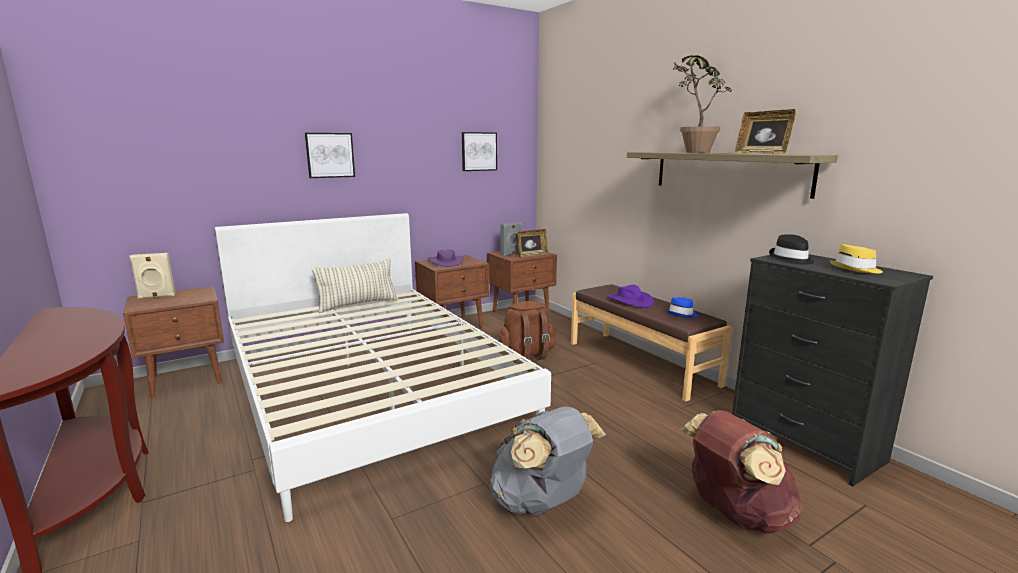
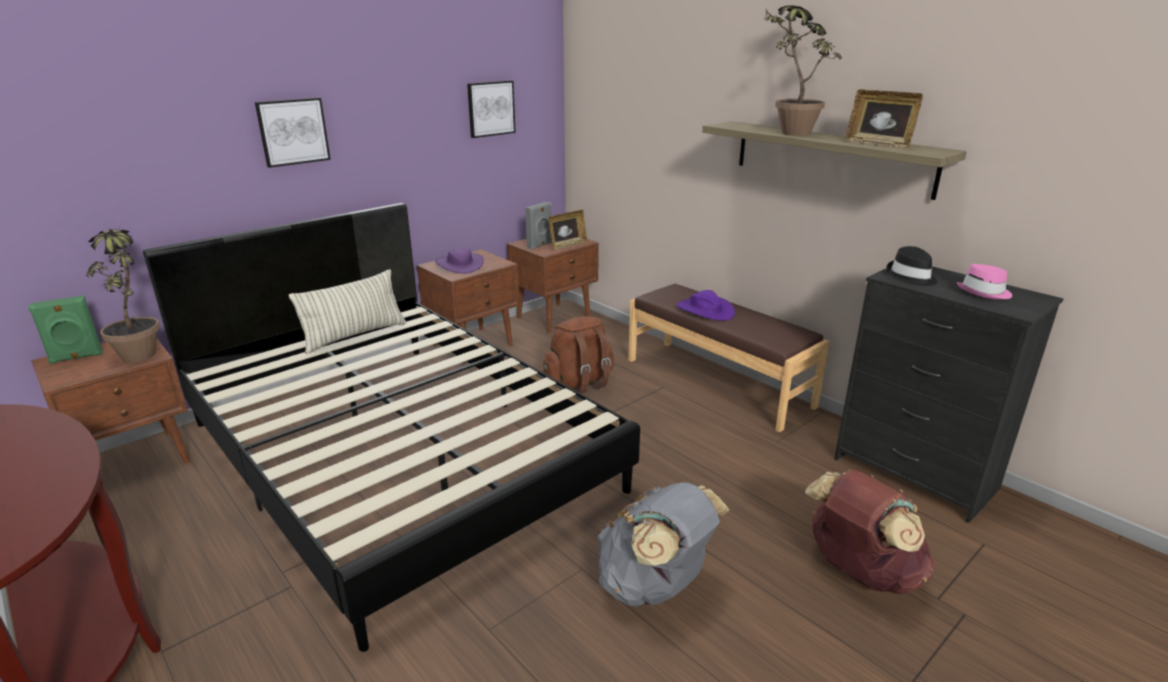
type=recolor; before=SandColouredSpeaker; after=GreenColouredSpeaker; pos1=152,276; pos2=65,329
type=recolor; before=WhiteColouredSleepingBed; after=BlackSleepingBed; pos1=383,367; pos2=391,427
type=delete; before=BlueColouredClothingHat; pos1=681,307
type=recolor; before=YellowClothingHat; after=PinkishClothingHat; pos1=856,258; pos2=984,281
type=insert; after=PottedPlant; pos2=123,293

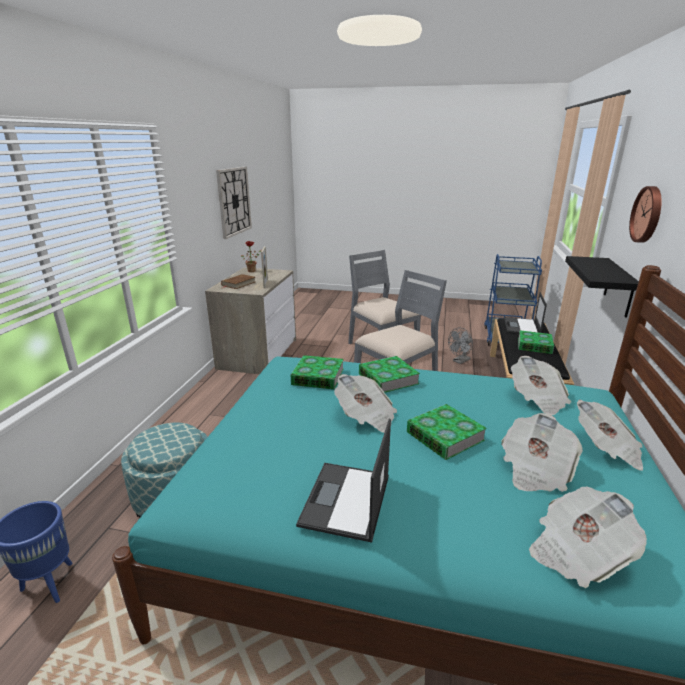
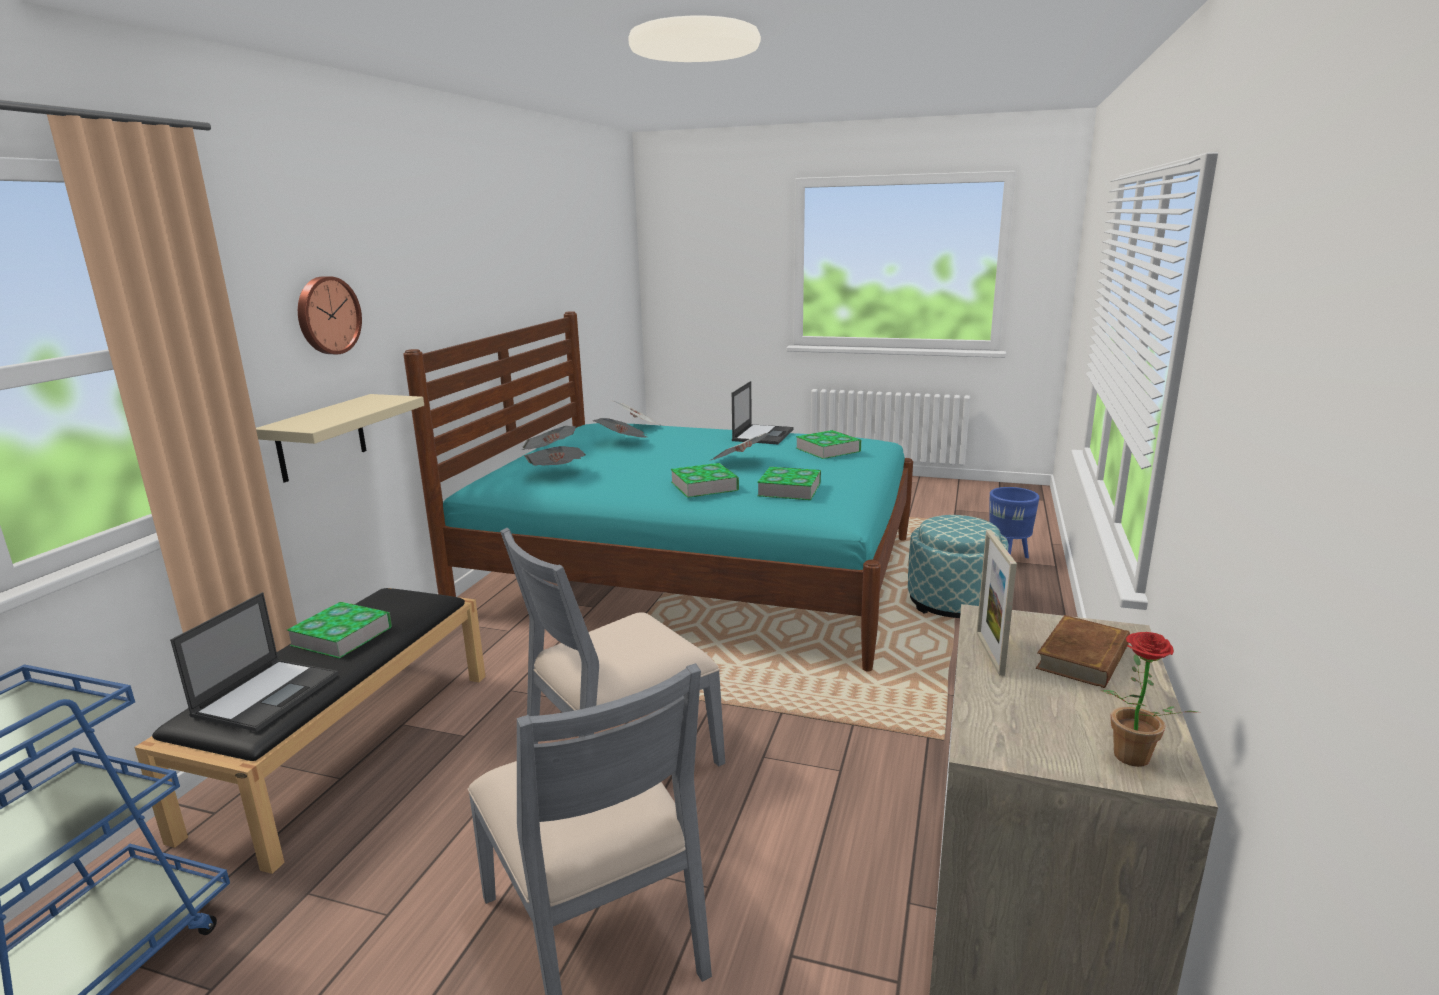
type=delete; before=ClockOnTheWall; pos1=234,203
type=move; before=BoundBook; pos1=447,432; pos2=828,444
type=delete; before=GreyishFan; pos1=460,346
type=recolor; before=BlackShelf; after=SandColouredShelf; pos1=602,287; pos2=340,438

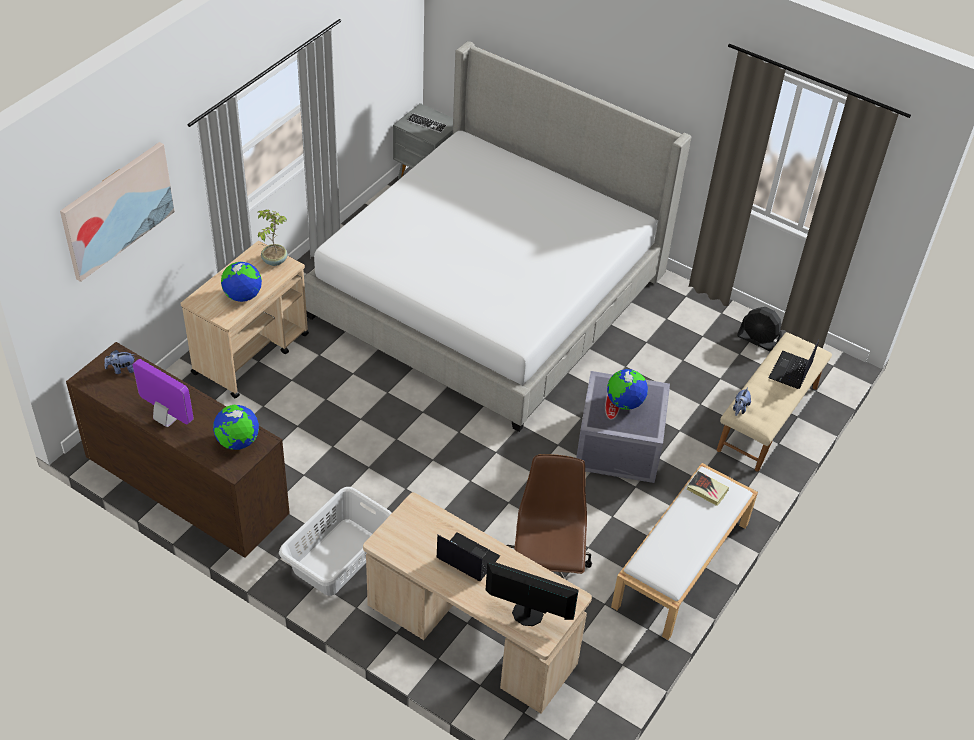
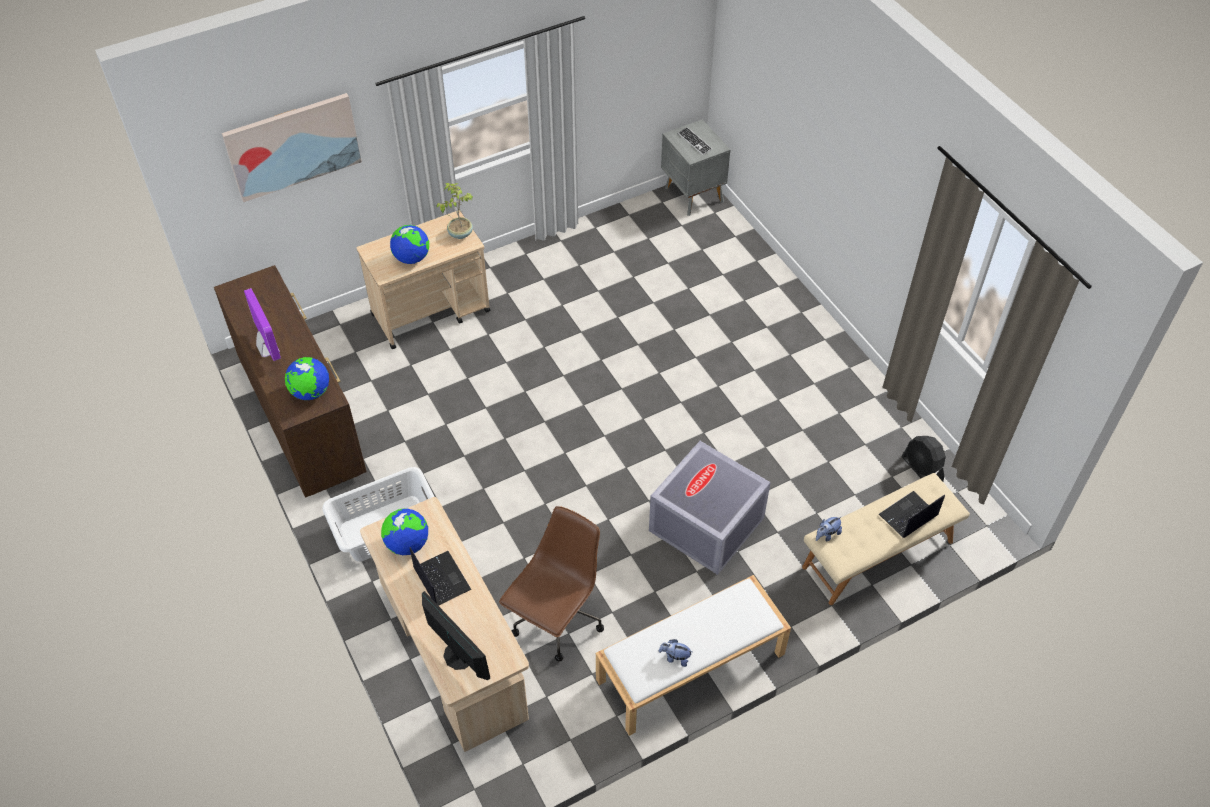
type=move; before=PlushToy; pos1=119,362; pos2=676,653
type=delete; before=SleepingBed; pos1=497,236
type=move; before=DeskGlobe; pos1=627,389; pos2=404,532
type=delete; before=BoundBook; pos1=708,488

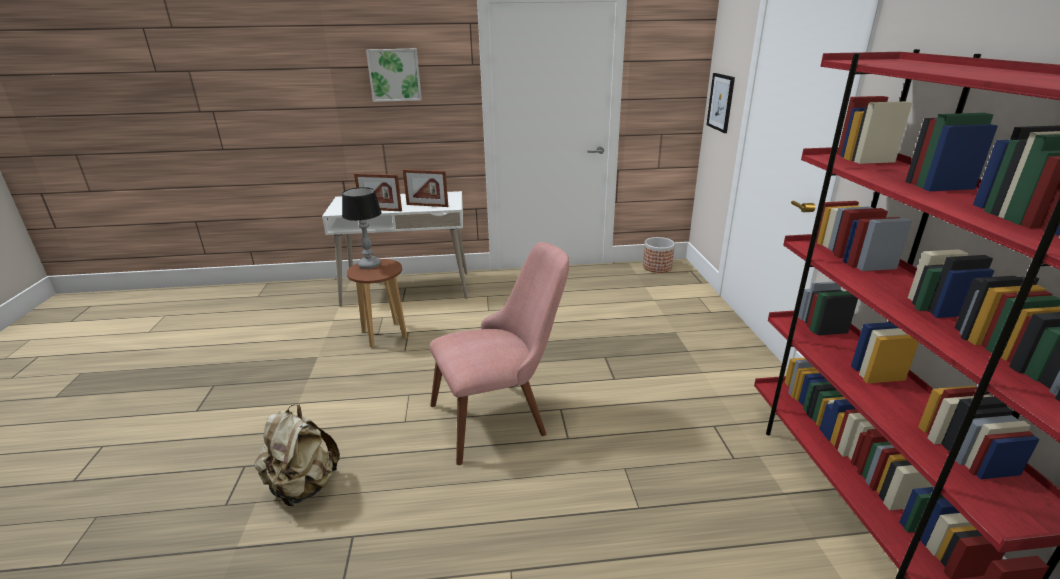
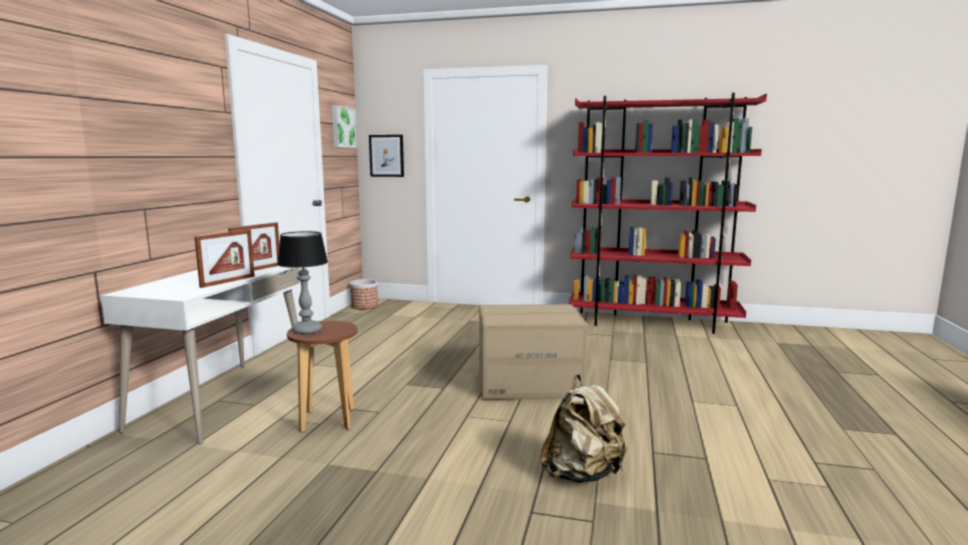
type=move; before=Picture; pos1=394,75; pos2=344,126
type=replace; before=PinkishChair; after=PackingBox; pos1=499,353; pos2=533,351

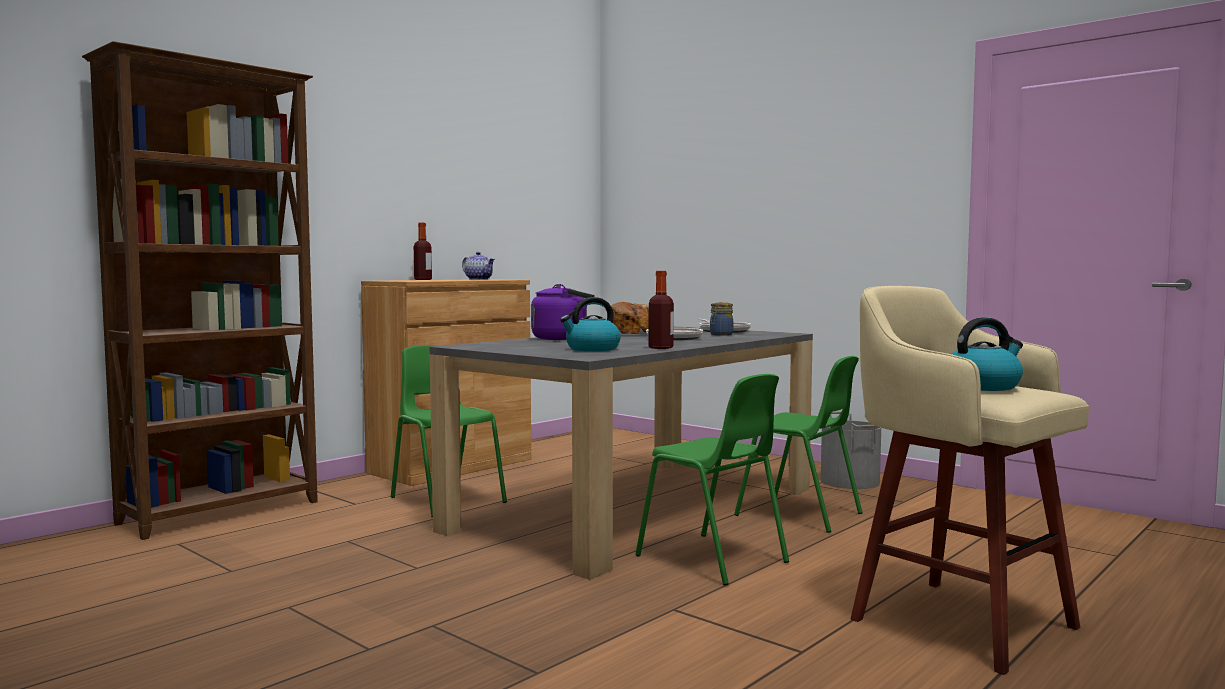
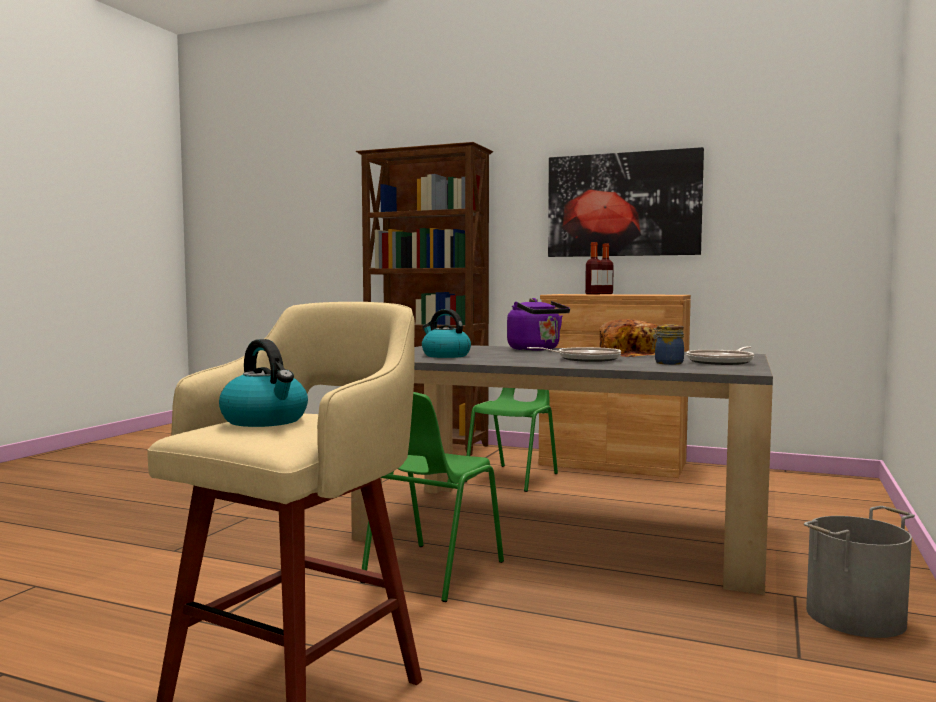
type=delete; before=Teapot; pos1=478,266
type=move; before=DrinkBottle; pos1=661,310; pos2=593,268
type=delete; before=GreenColouredChair; pos1=798,444
type=insert; after=Picture; pos2=626,202

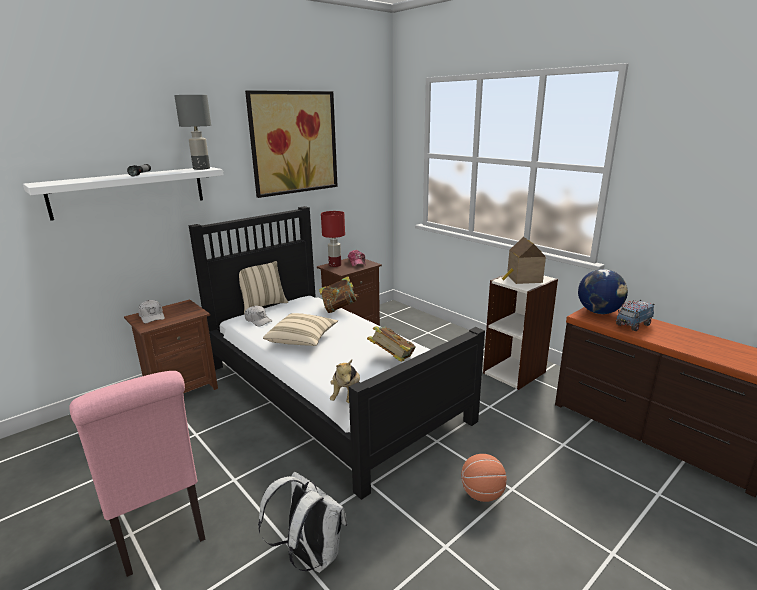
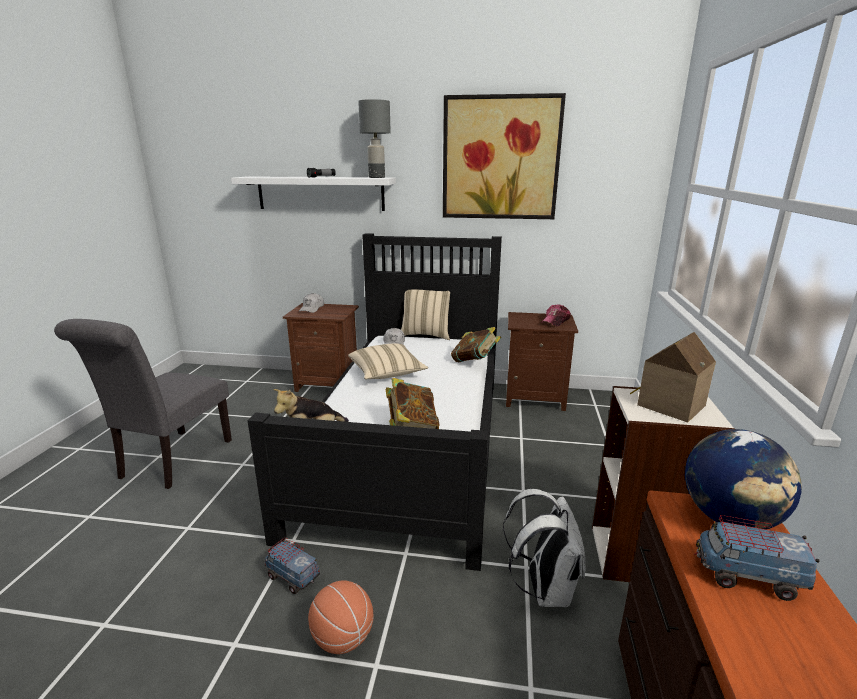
type=recolor; before=PinkishChair; after=GreyishChair; pos1=137,474; pos2=143,404
type=move; before=WhiteColouredBackpack; pos1=302,522; pos2=544,548
type=delete; before=RedTableLamp; pos1=333,239
type=insert; after=ModelTruck; pos2=292,565

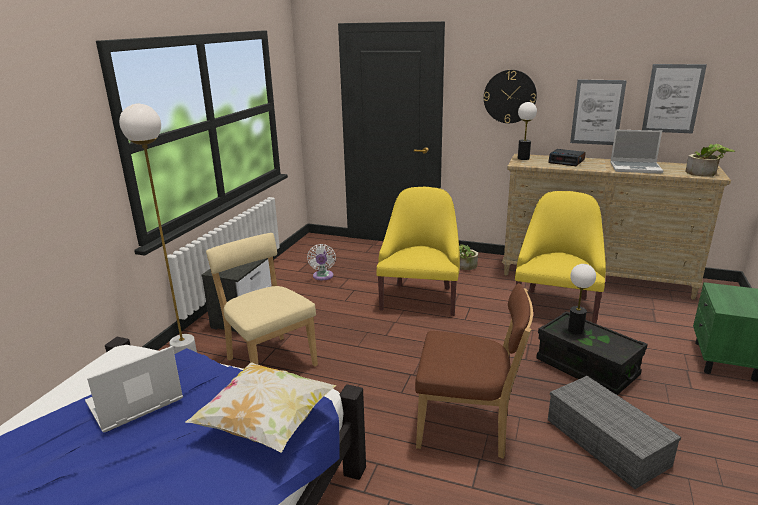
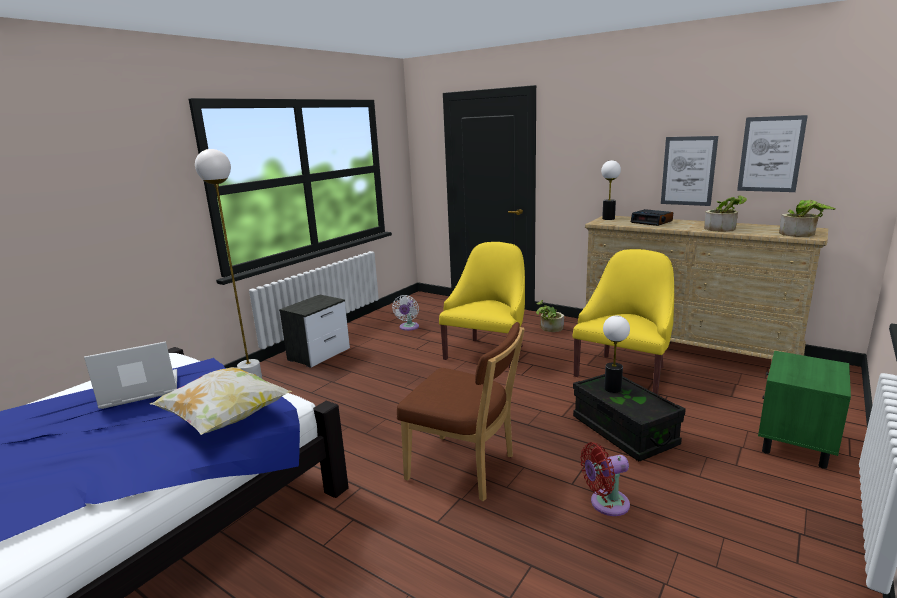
type=delete; before=SandColouredChair; pos1=262,300
type=delete; before=ClockOnTheWall; pos1=510,96
type=replace; before=GreyishStorageContainer; after=RedFan; pos1=614,432; pos2=605,479
type=replace; before=PortableComputer; after=PottedPlant; pos1=636,152; pos2=725,213

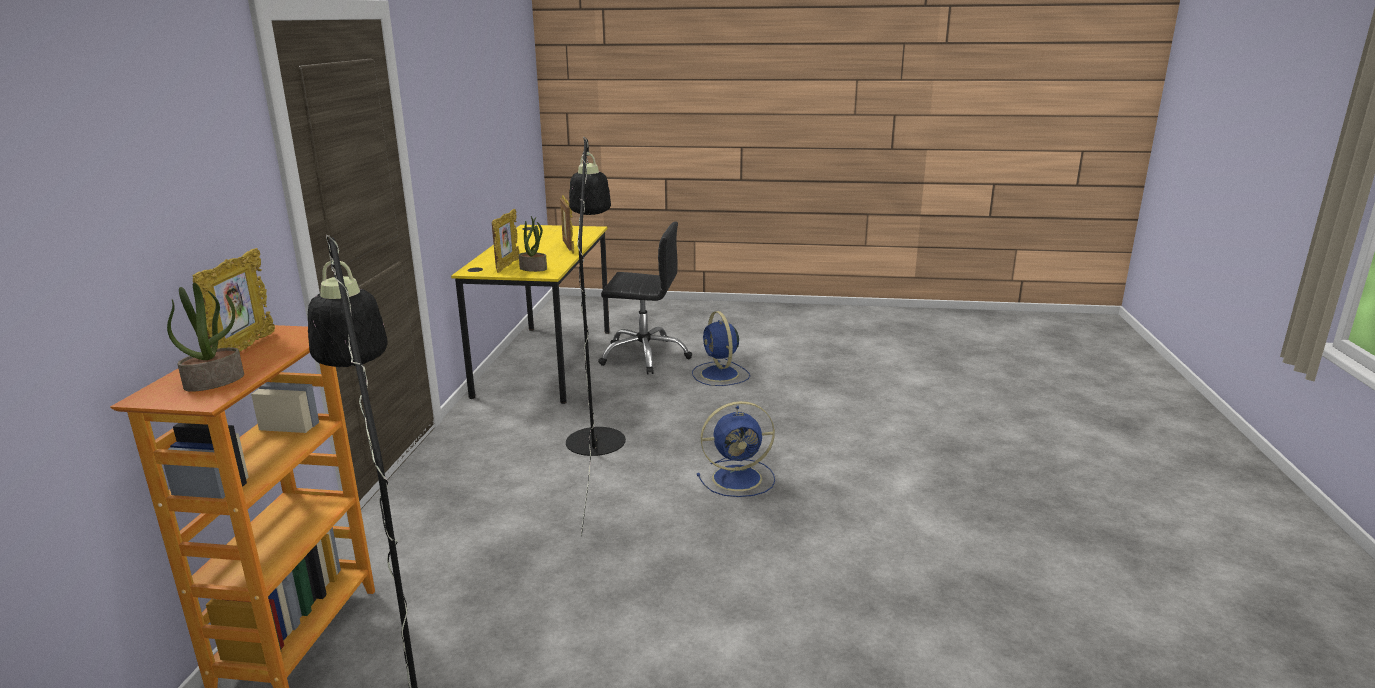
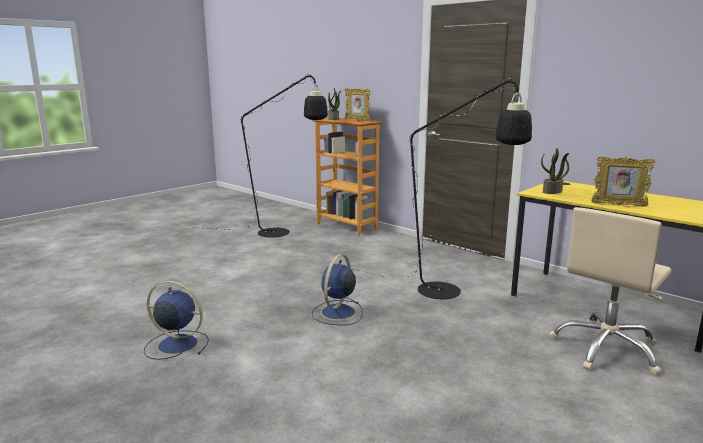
type=delete; before=PictureFrame; pos1=505,241
type=recolor; before=BlackComputerChair; after=SandColouredComputerChair; pos1=645,297; pos2=610,291
type=move; before=BlueColouredFan; pos1=721,348; pos2=176,320

